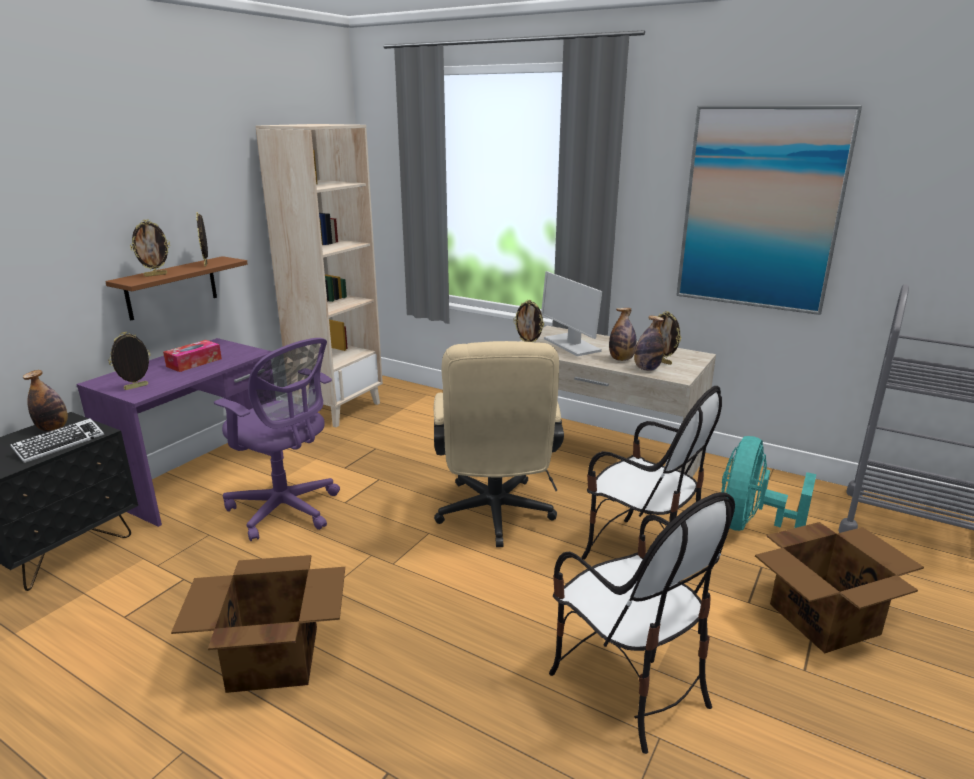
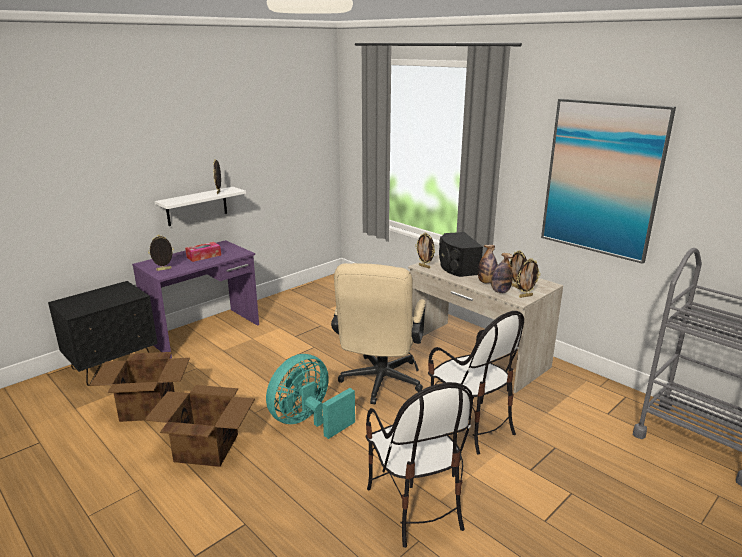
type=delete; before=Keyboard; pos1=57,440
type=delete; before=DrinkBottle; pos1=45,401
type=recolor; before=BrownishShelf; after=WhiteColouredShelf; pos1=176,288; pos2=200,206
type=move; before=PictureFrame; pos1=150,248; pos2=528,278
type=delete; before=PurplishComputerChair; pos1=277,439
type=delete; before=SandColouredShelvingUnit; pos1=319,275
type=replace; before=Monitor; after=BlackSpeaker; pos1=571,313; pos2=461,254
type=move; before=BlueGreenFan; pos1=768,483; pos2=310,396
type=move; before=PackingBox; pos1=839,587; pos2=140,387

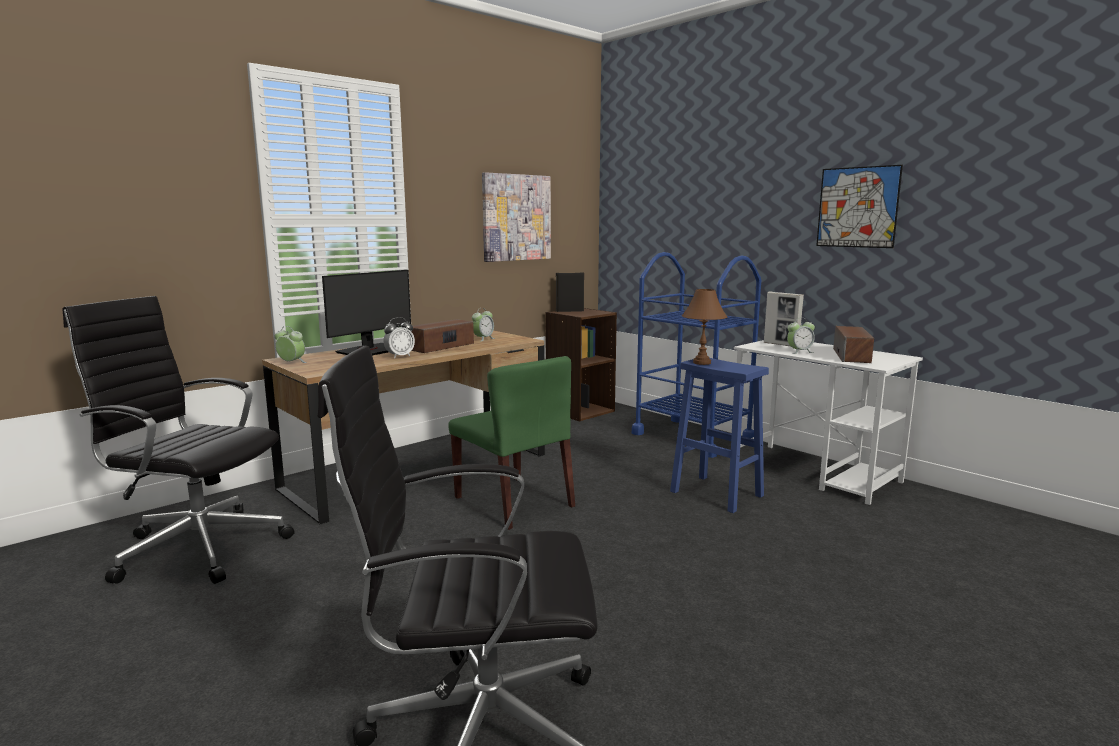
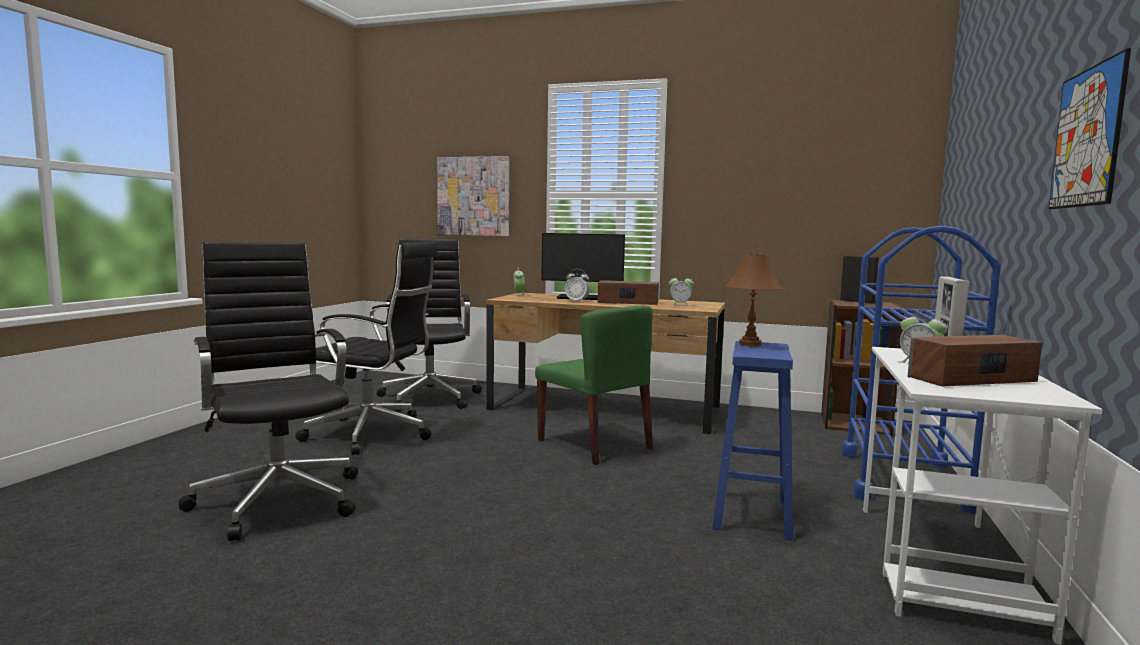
type=rotate; before=GreenColouredChair; pos1=511,443; pos2=594,385; turn=-60
type=move; before=Picture; pos1=516,217; pos2=473,196
type=insert; after=BlackComputerChair; pos2=366,348

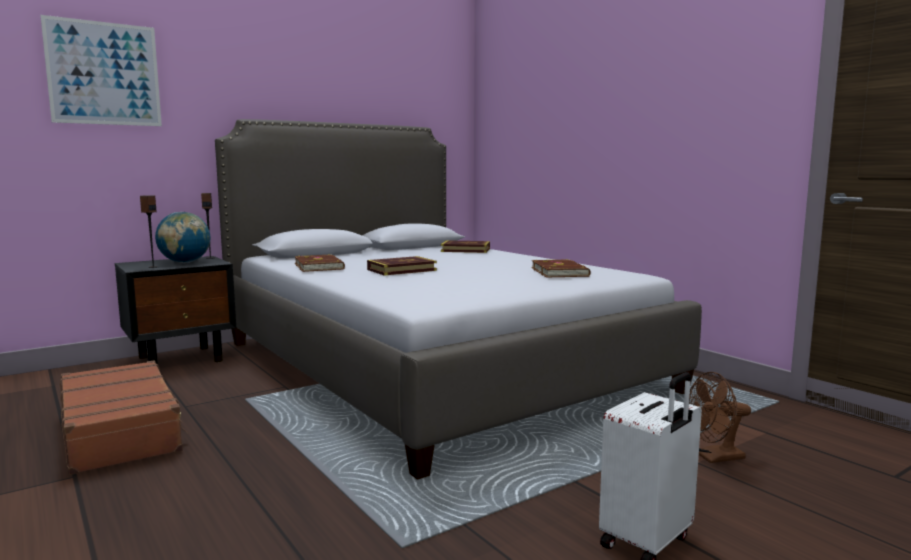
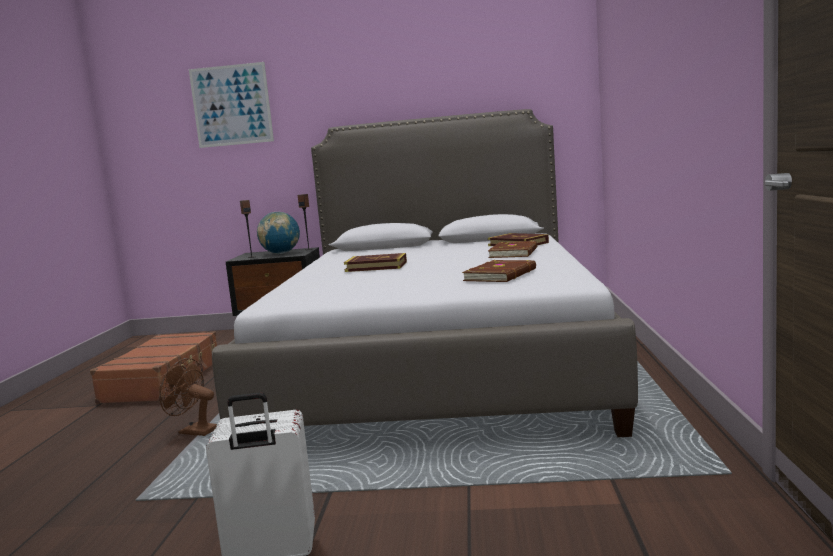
type=move; before=BrownishBoundBook; pos1=319,263; pos2=513,249
type=move; before=BrownishFan; pos1=720,417; pos2=188,397

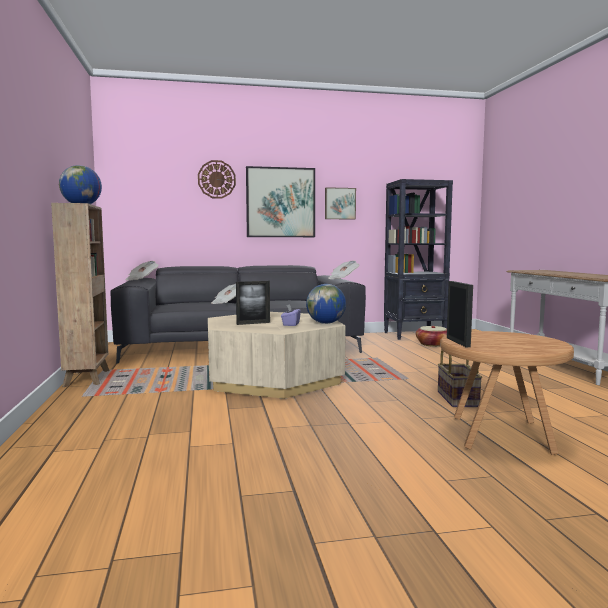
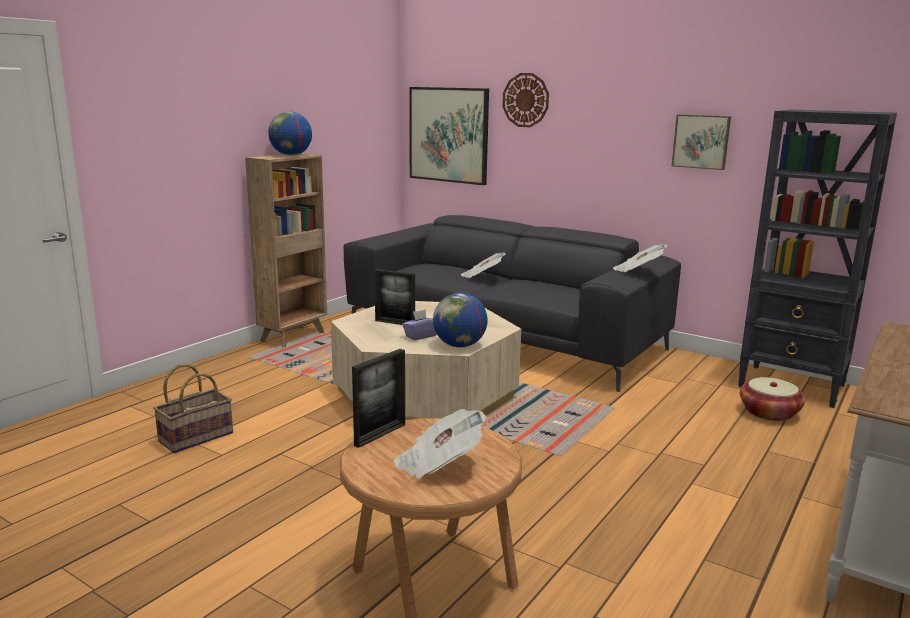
type=move; before=Newspaper; pos1=142,271; pos2=440,444
type=move; before=Picture; pos1=280,201; pos2=449,136
type=move; before=Basket; pos1=460,378; pos2=193,408

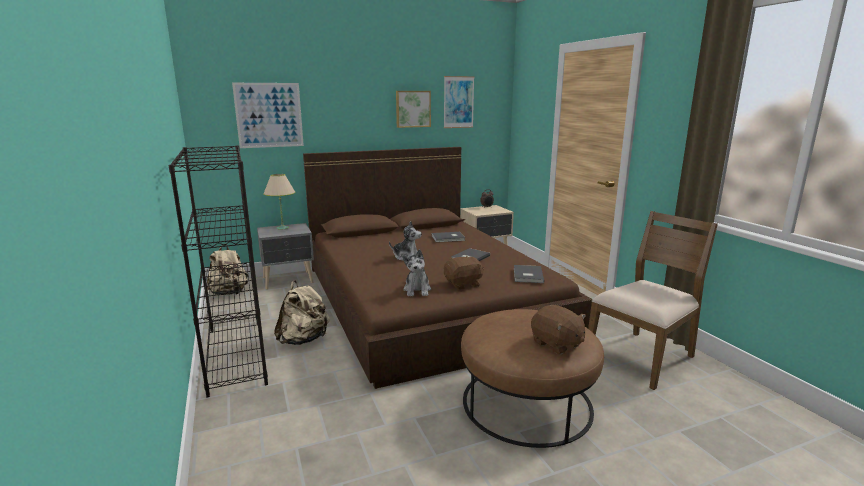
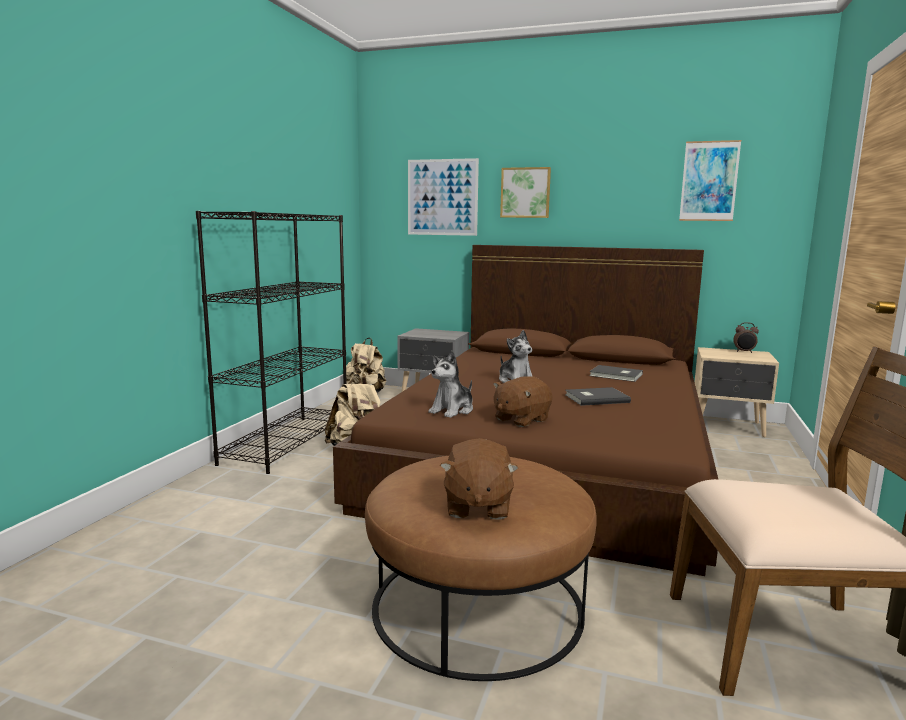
type=delete; before=SandColouredTableLamp; pos1=279,202
type=move; before=Picture; pos1=413,109; pos2=525,192
type=rotate; before=BrownishPlushToy; pos1=463,273; pos2=523,401; turn=120
type=delete; before=GreyishBoundBook; pos1=529,274

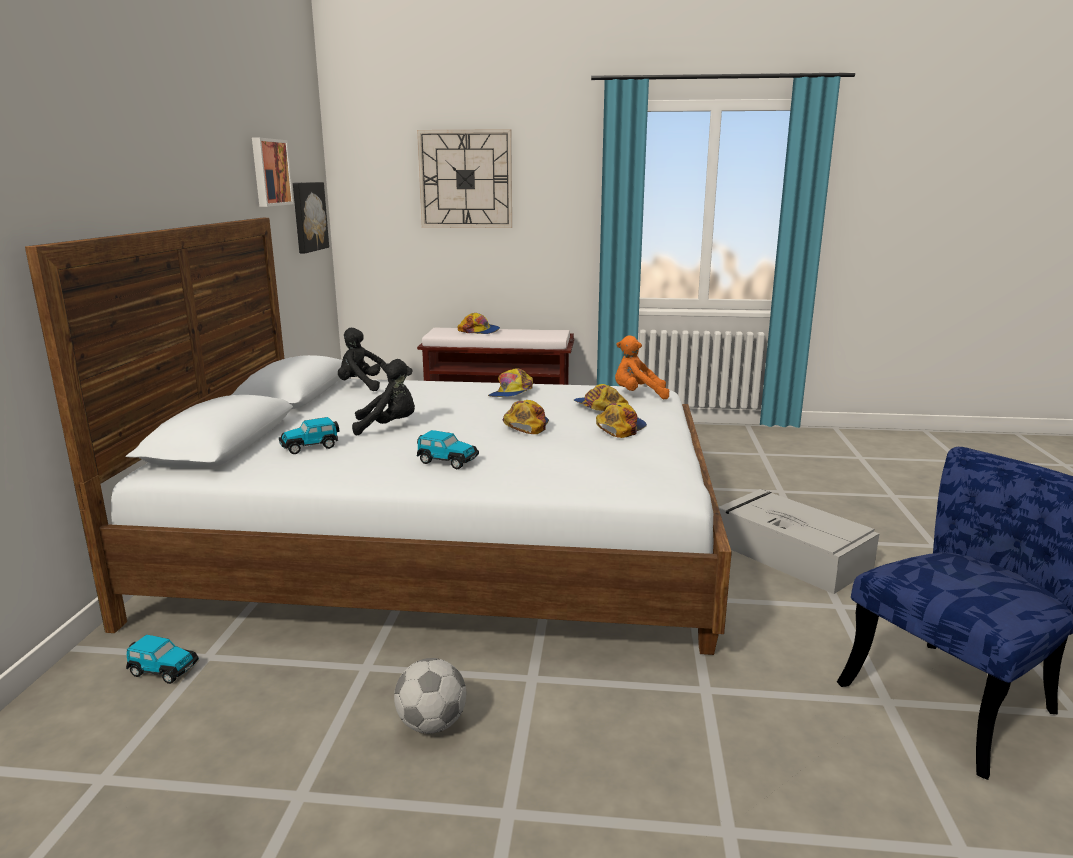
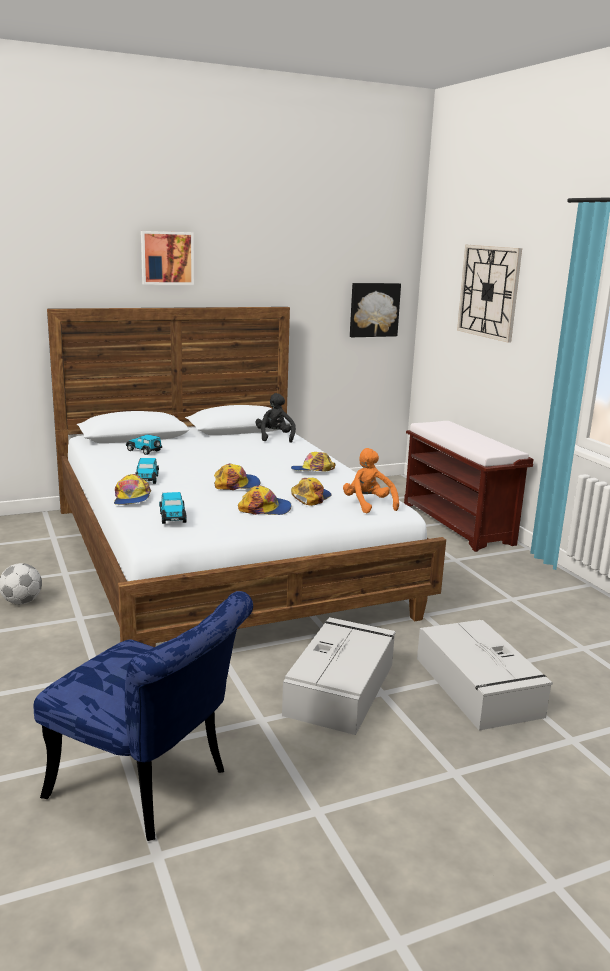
type=move; before=ToyCar; pos1=162,659; pos2=173,508
type=move; before=Picture; pos1=273,172; pos2=167,258
type=delete; before=BlackPlushToy; pos1=383,397
type=move; before=Cap; pos1=479,323; pos2=132,489
type=insert; after=GreyishStorageContainer; pos2=485,675

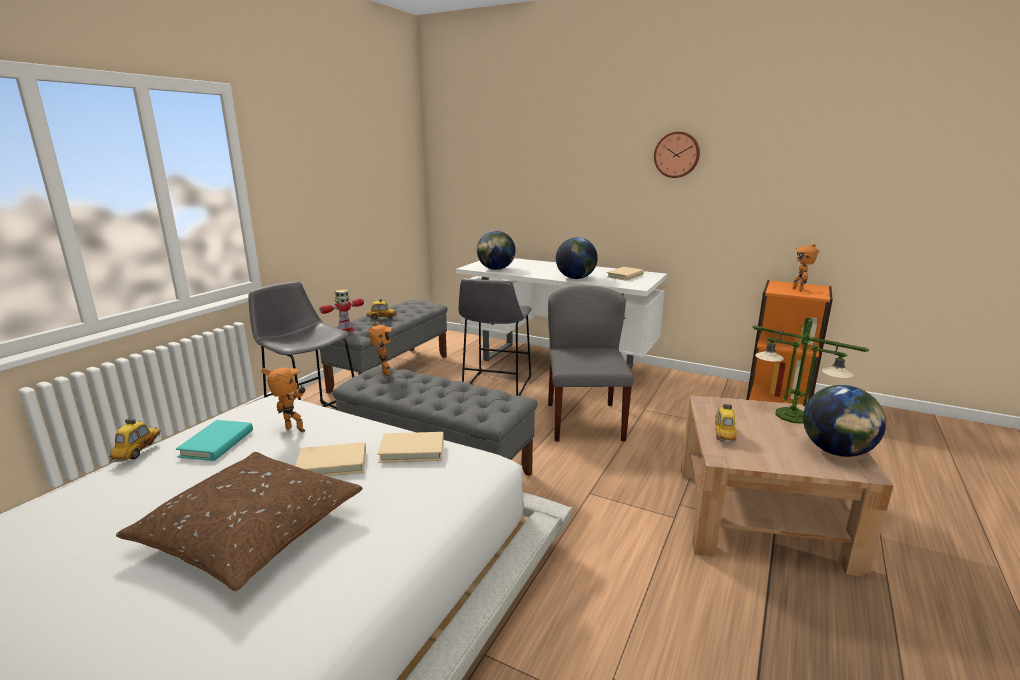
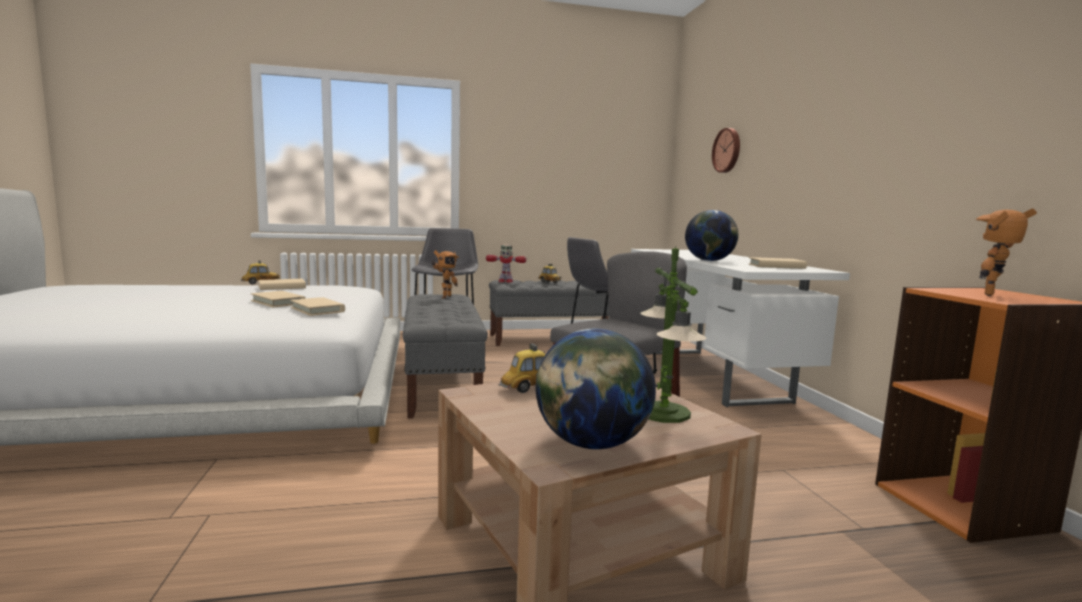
type=delete; before=BrownishCushion; pos1=239,521
type=recolor; before=BlueGreenBoundBook; after=SandColouredBoundBook; pos1=214,440; pos2=282,284
type=delete; before=RobotFigure; pos1=283,400
type=delete; before=DeskGlobe; pos1=496,250
type=move; before=ClockOnTheWall; pos1=677,155; pos2=726,150

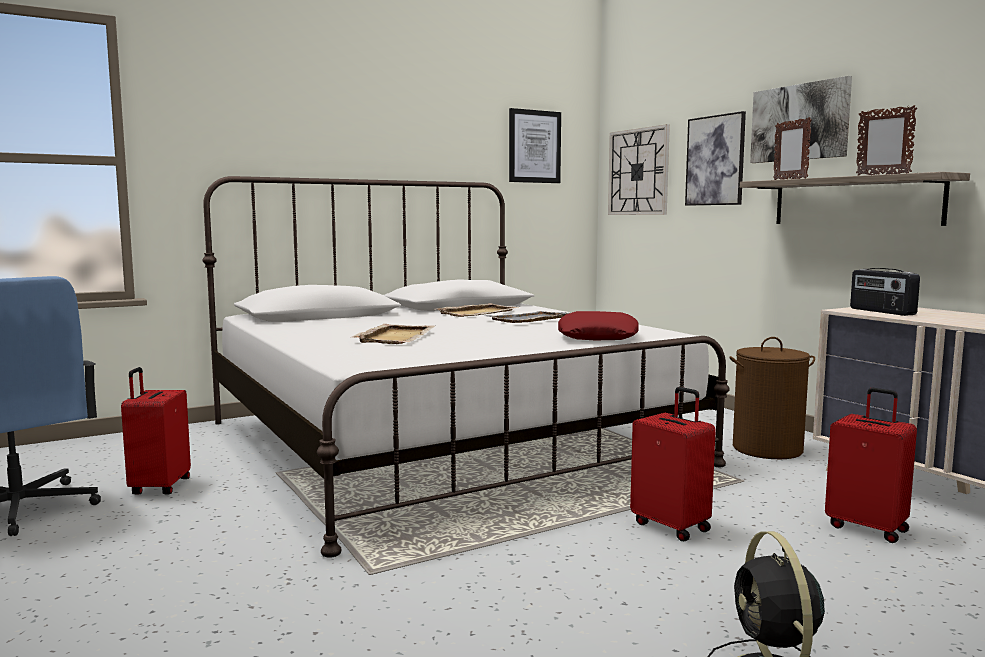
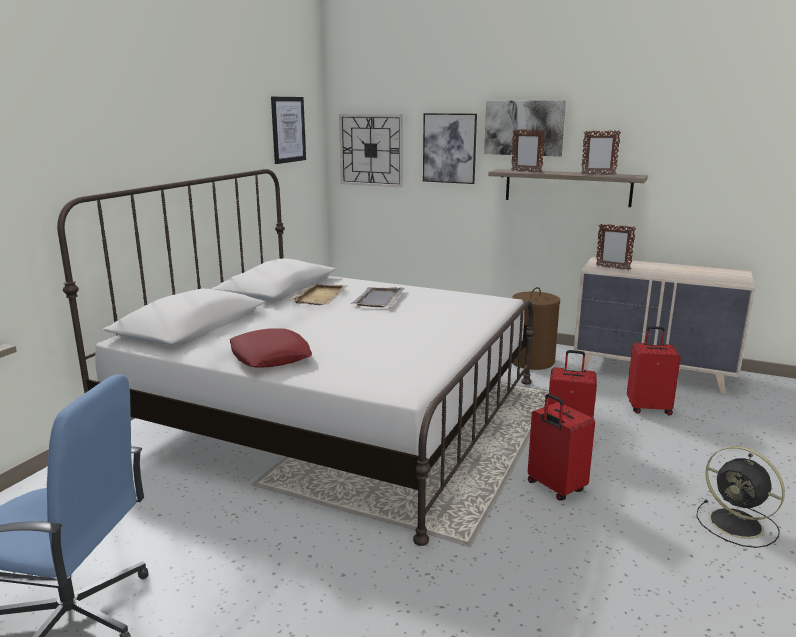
type=move; before=RedPieceOfLuggage; pos1=156,431; pos2=561,446
type=delete; before=SandColouredServingTray; pos1=393,334
type=move; before=RedCushion; pos1=598,325; pos2=271,348
type=replace; before=RadioReceiver; after=PictureFrame; pos1=885,292; pos2=616,247

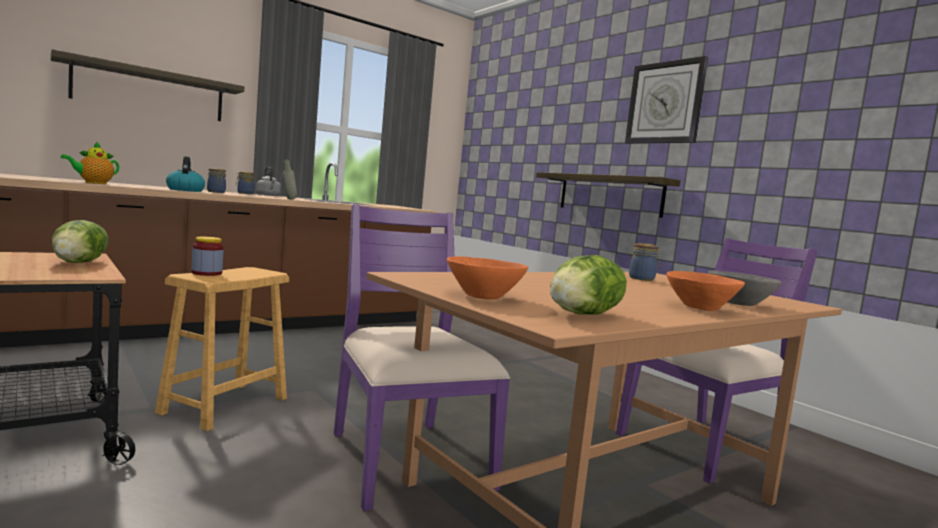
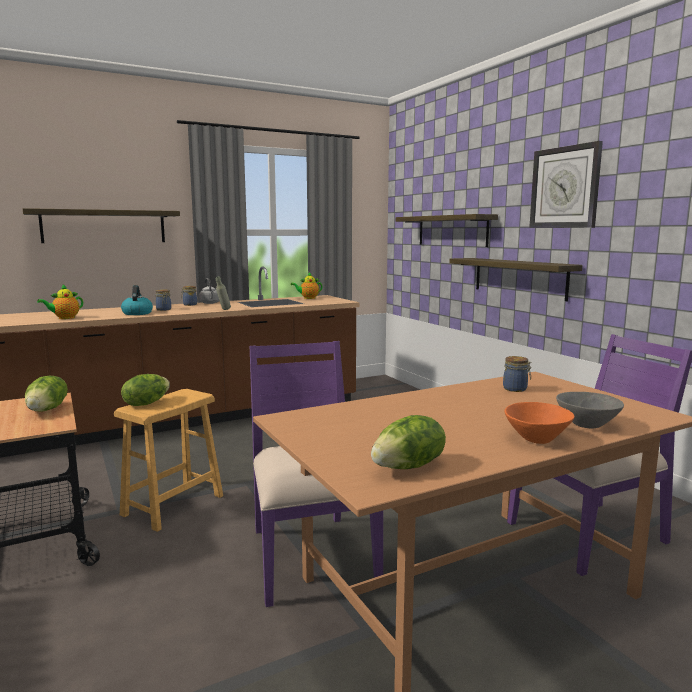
type=replace; before=Jar; after=Lettuce; pos1=208,256; pos2=145,390
type=delete; before=OrangeBowl; pos1=487,277
type=insert; after=Teapot; pos2=307,285
type=insert; after=Shelf; pos2=447,230

